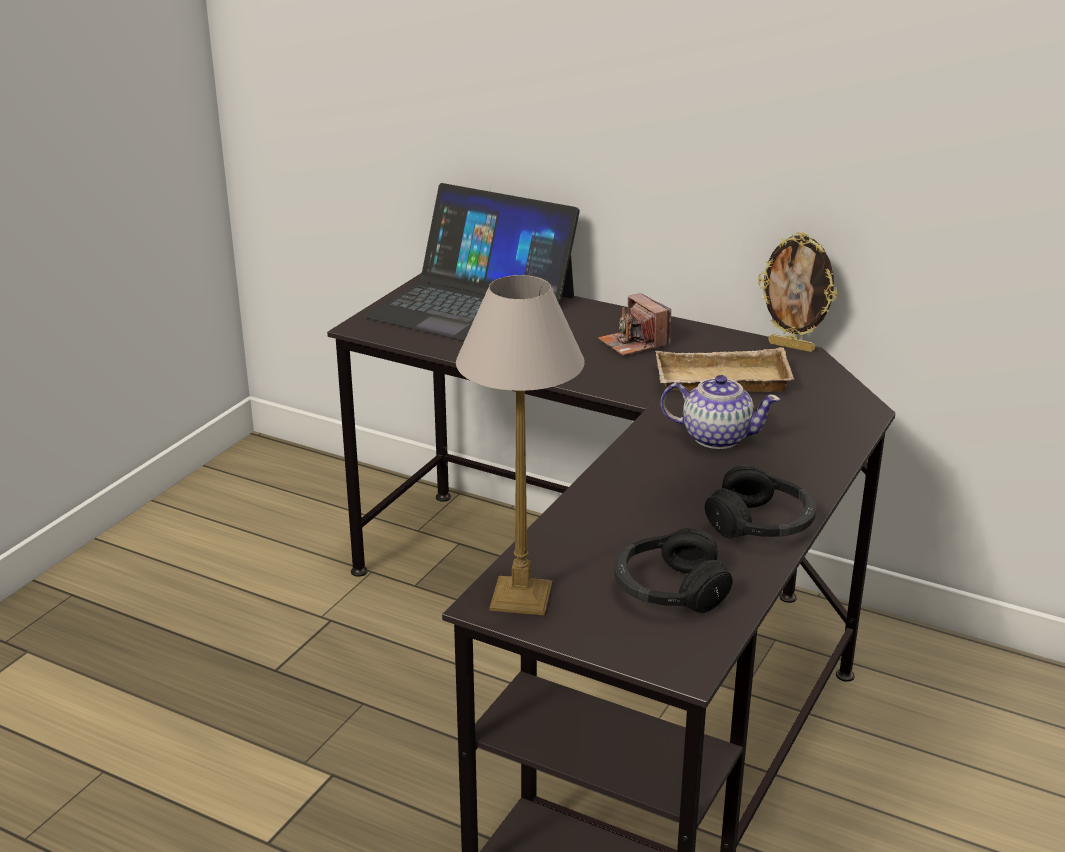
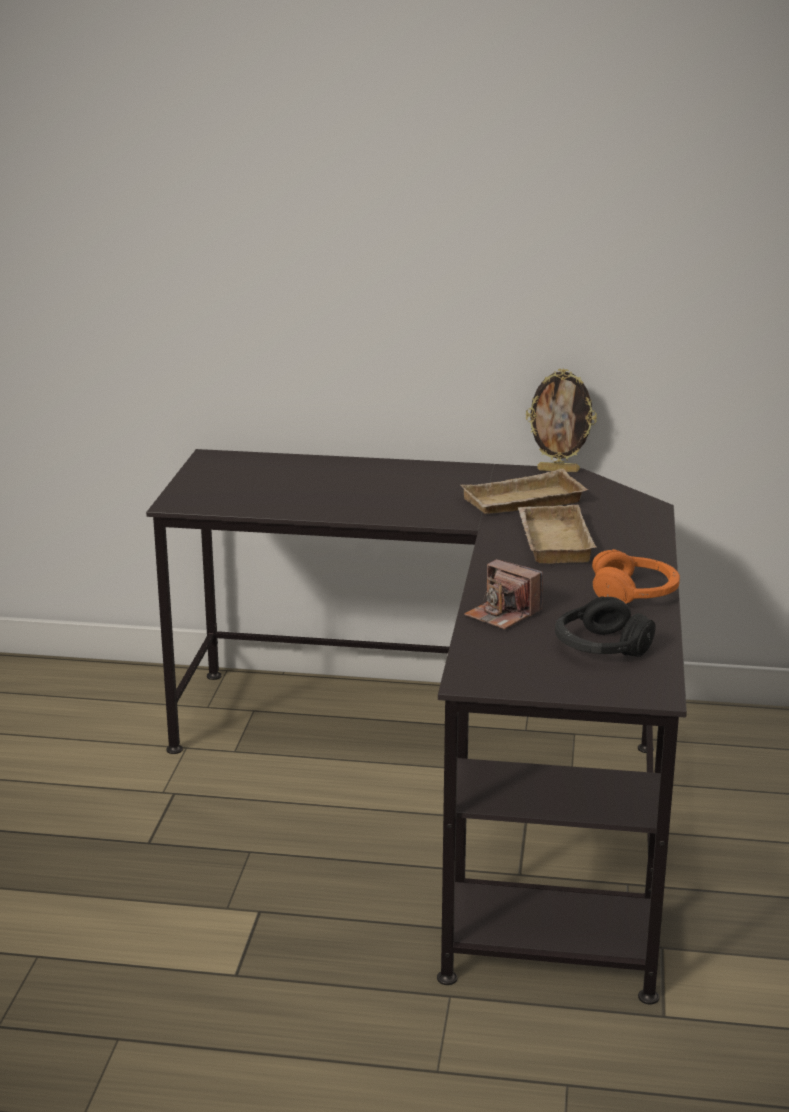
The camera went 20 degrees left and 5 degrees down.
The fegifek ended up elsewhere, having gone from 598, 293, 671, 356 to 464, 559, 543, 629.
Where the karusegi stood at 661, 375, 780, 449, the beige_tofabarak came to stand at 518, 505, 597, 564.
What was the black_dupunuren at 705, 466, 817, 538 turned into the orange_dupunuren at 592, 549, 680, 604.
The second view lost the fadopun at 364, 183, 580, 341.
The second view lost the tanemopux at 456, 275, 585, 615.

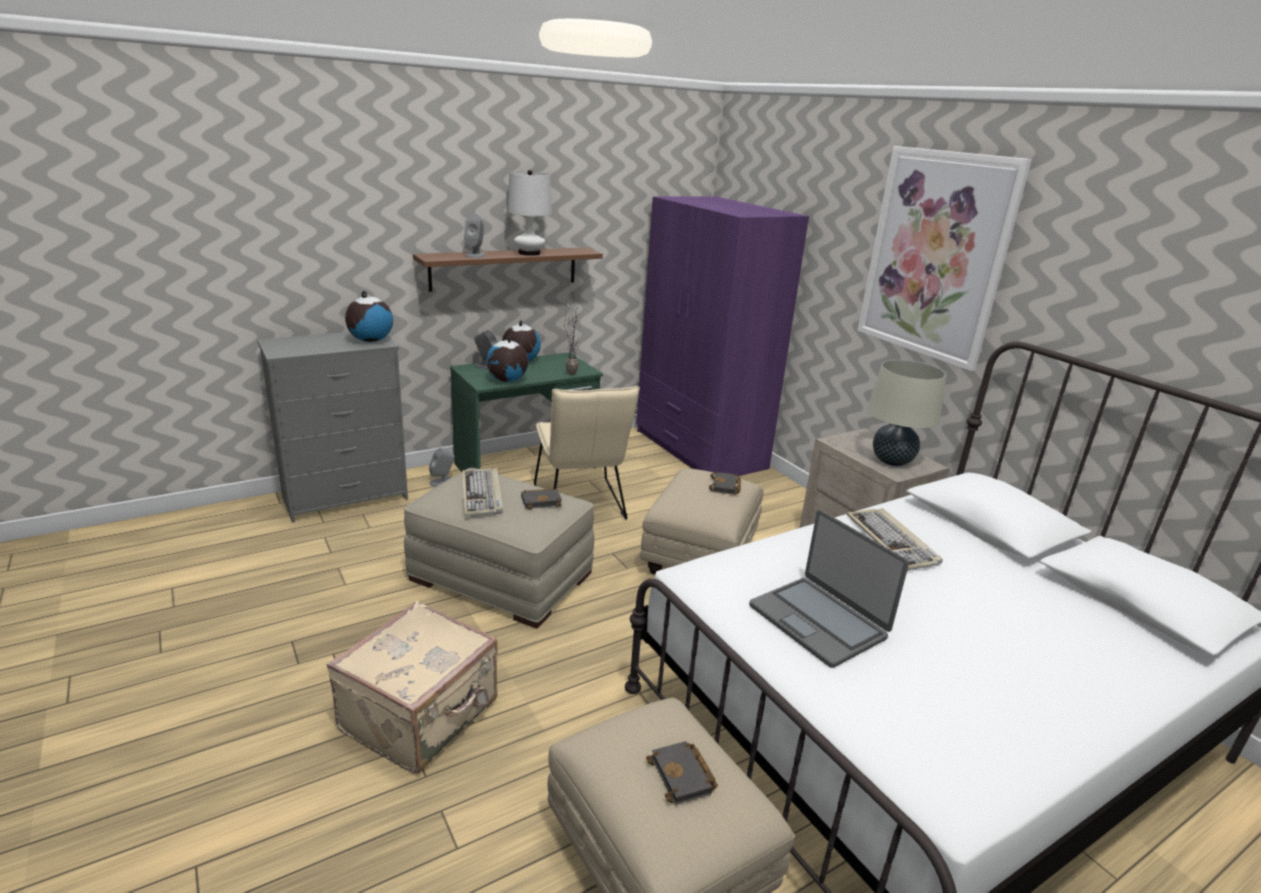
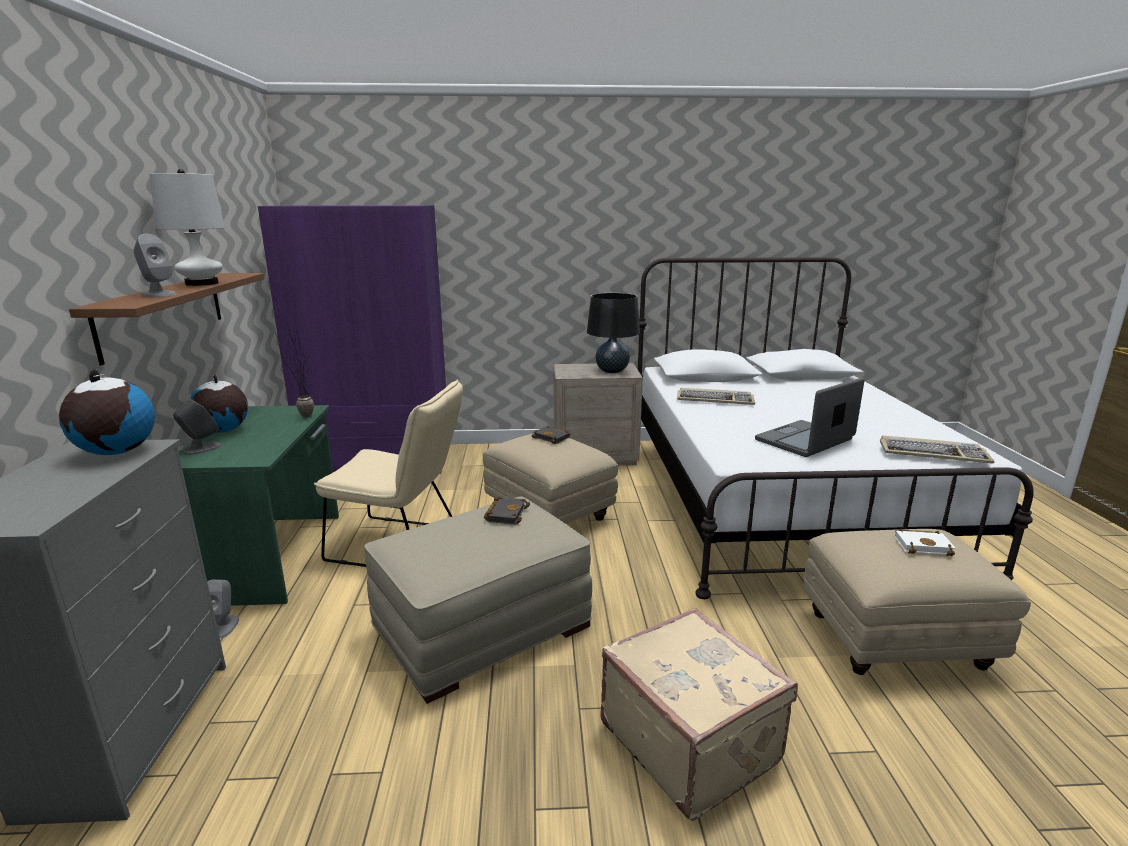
The camera went 60 degrees left and 5 degrees down.
What was the beige_tanemopux at 867, 359, 946, 466 turned into the black_tanemopux at 587, 293, 640, 373.
The fadopun at 749, 510, 909, 668 ended up facing another way, 150 degrees clockwise from before.
The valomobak ended up elsewhere, having gone from 462, 468, 503, 516 to 880, 435, 994, 464.
What was the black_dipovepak at 646, 741, 718, 805 turned into the white_dipovepak at 895, 529, 956, 556.
The second view lost the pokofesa at 486, 336, 528, 382.
The second view lost the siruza at 857, 146, 1032, 371.

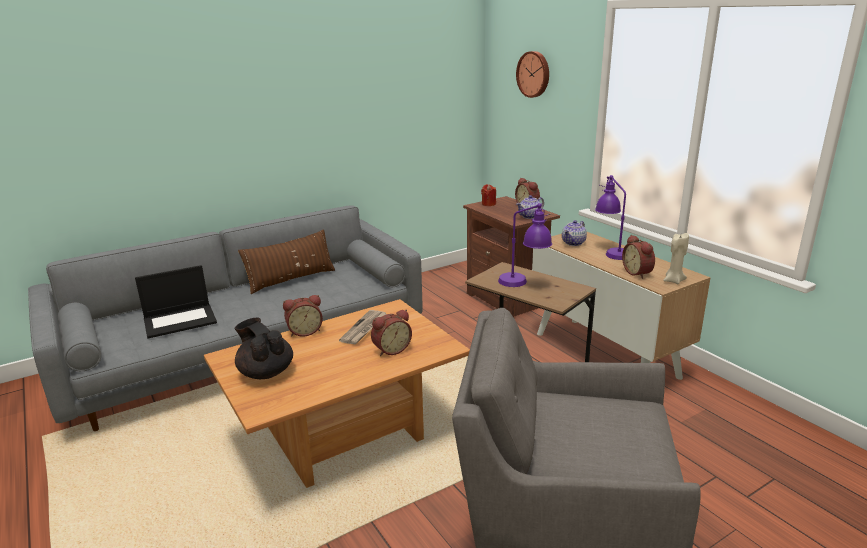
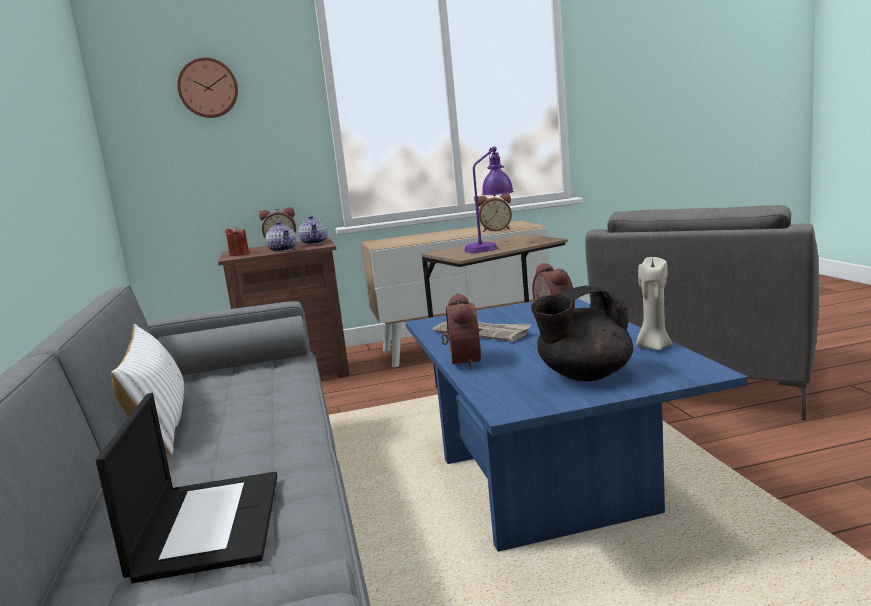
The camera went 70 degrees left and 10 degrees down.
What was the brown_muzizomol at 238, 229, 335, 294 turned into the white_muzizomol at 111, 324, 184, 455.
The karusegi ended up elsewhere, having gone from 562, 220, 587, 246 to 266, 222, 296, 252.
What was the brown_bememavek at 204, 299, 470, 488 turned into the blue_bememavek at 405, 298, 748, 552.
The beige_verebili ended up elsewhere, having gone from 663, 233, 689, 284 to 636, 257, 672, 351.
The second view lost the purple_tanemopux at 595, 175, 626, 260.

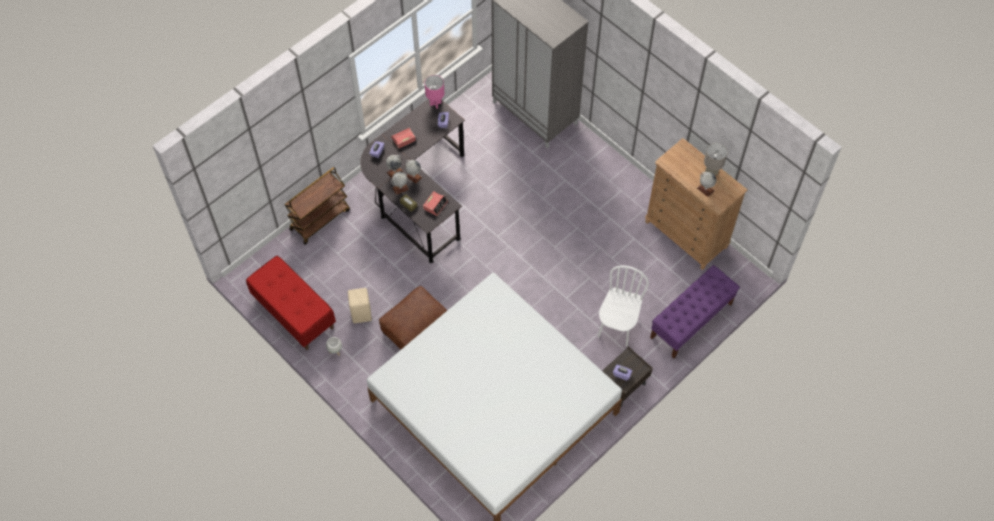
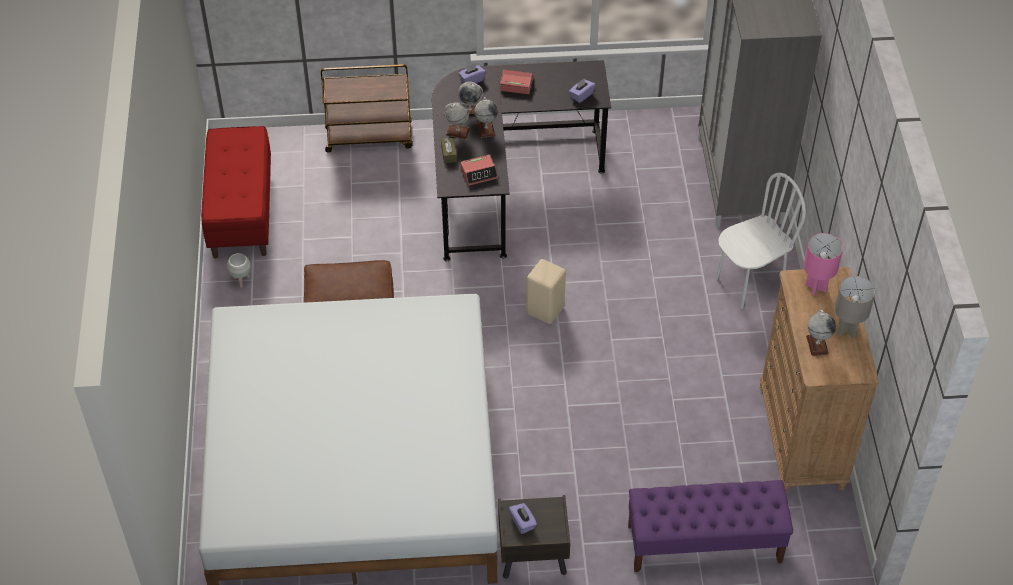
The camera went 40 degrees right and 10 degrees down.
The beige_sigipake ended up elsewhere, having gone from 348, 288, 372, 323 to 526, 259, 566, 324.
The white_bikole ended up elsewhere, having gone from 598, 265, 649, 347 to 716, 173, 806, 309.
The pink_tanemopux ended up elsewhere, having gone from 425, 75, 444, 109 to 803, 233, 843, 296.

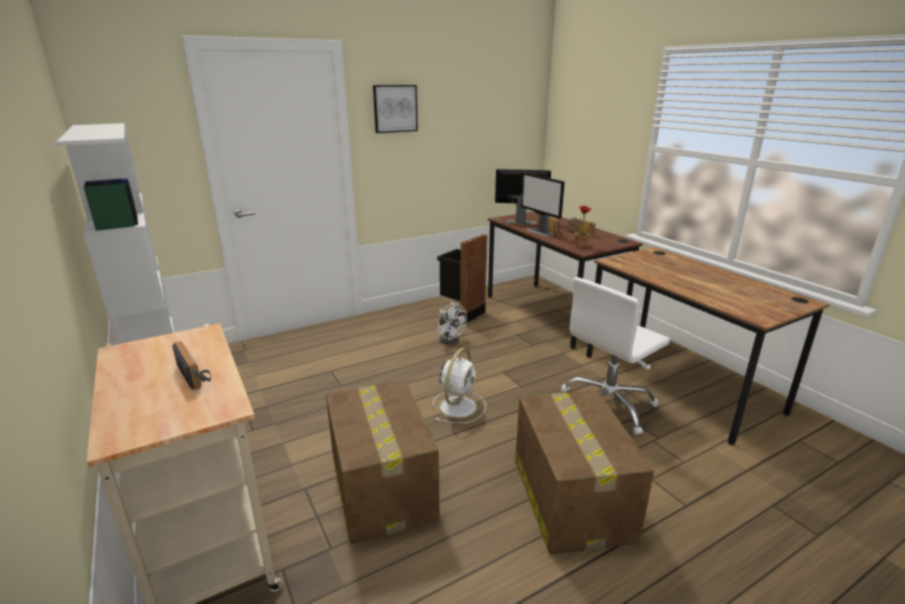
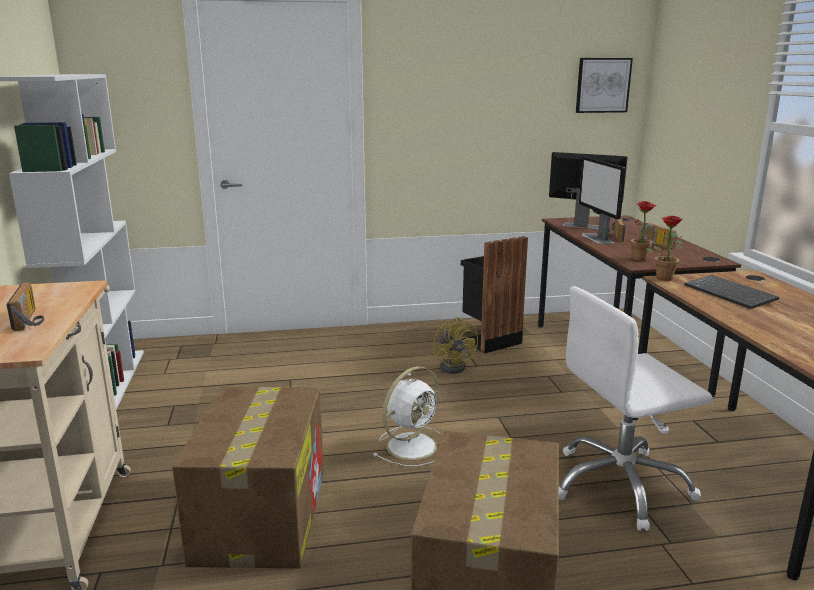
The camera went 20 degrees right and 5 degrees down.
What was the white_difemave at 437, 302, 467, 345 turned into the yellow_difemave at 433, 317, 478, 374.
The siruza ended up elsewhere, having gone from 373, 85, 418, 133 to 576, 58, 633, 113.
The second view gained the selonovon at 646, 216, 683, 281.
The second view gained the valomobak at 685, 275, 779, 309.

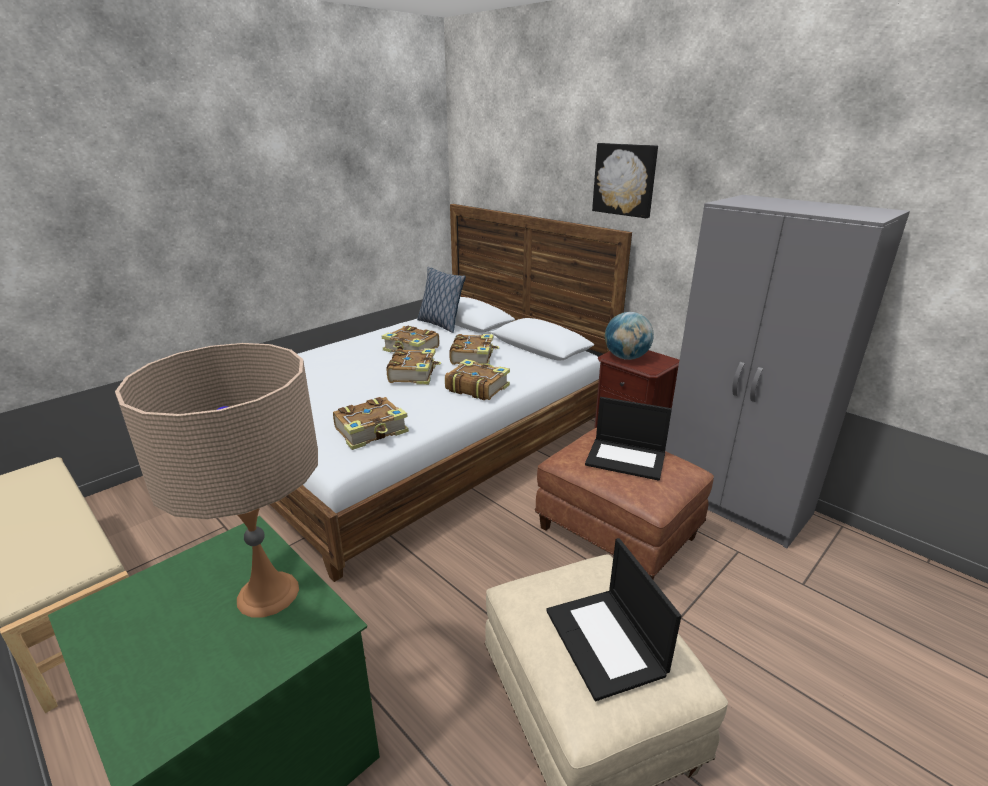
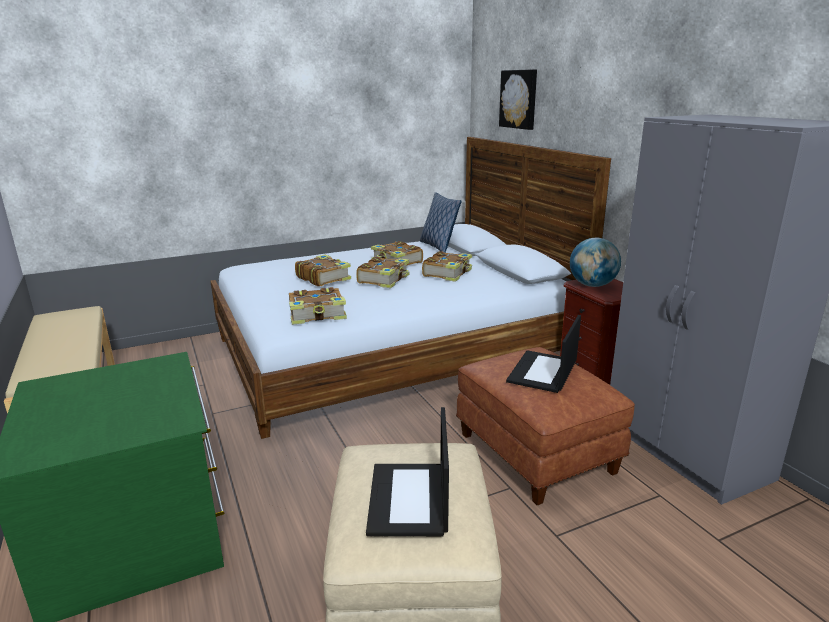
The camera went 20 degrees right and 5 degrees down.
The dipovepak ended up elsewhere, having gone from 445, 359, 510, 400 to 295, 255, 351, 286.
The siruza ended up elsewhere, having gone from 592, 143, 658, 218 to 499, 69, 537, 130.
The fadopun at 585, 397, 672, 481 ended up facing another way, 75 degrees clockwise from before.
The second view lost the beige_tanemopux at 115, 343, 318, 617.

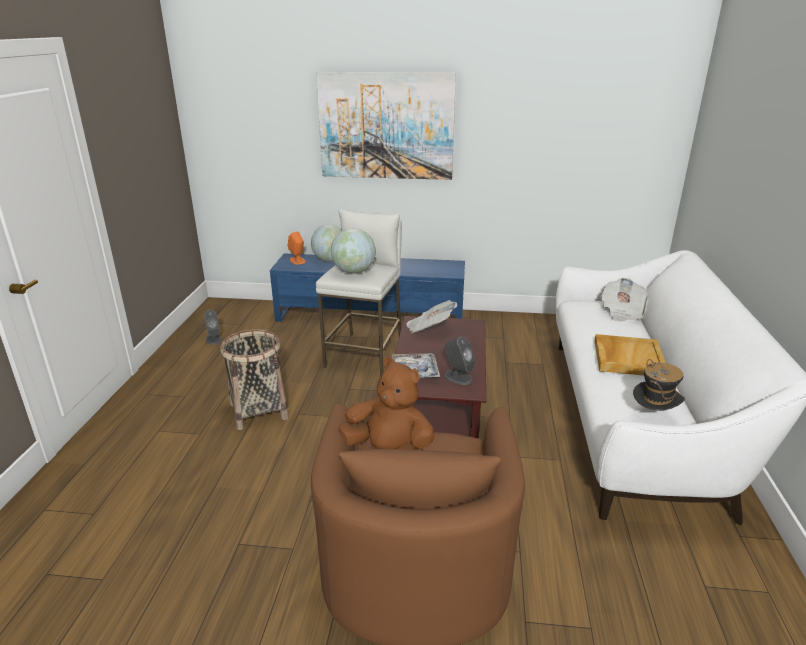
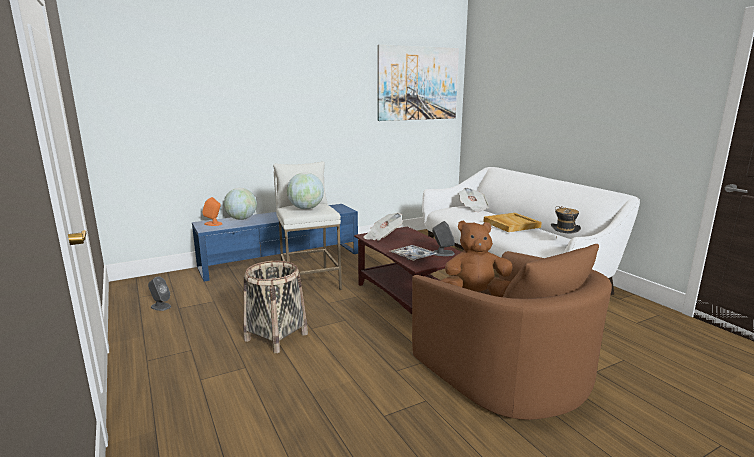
The camera went 35 degrees left and 10 degrees down.
The siruza ended up elsewhere, having gone from 316, 71, 456, 180 to 378, 44, 459, 121.

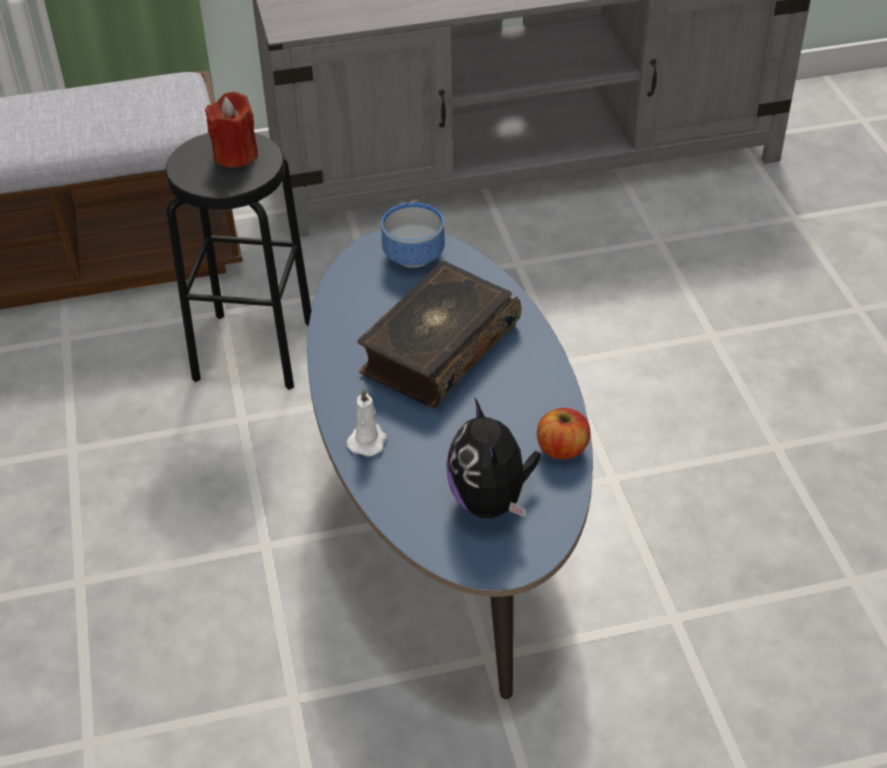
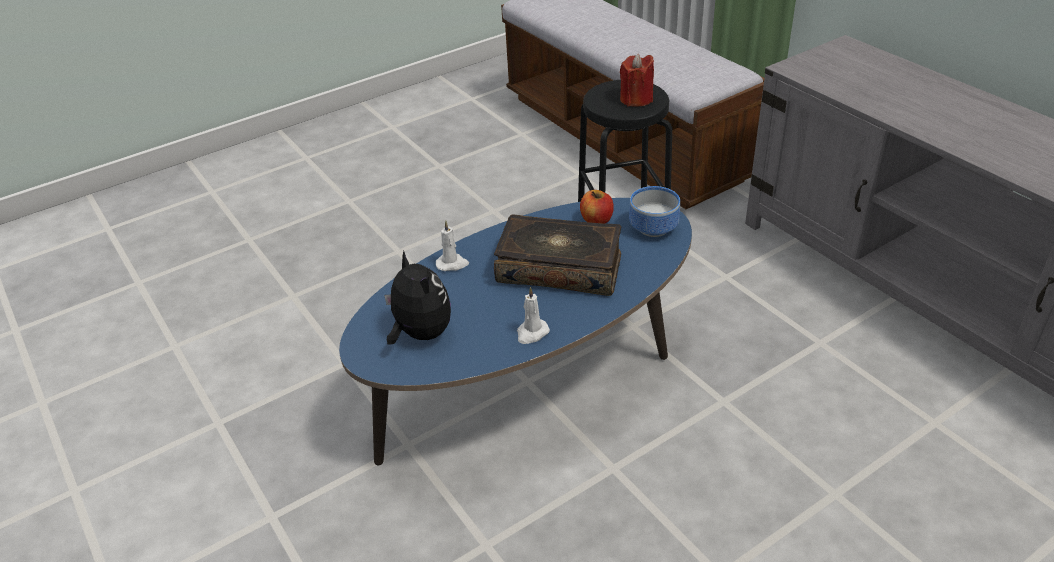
The camera went 70 degrees right and 5 degrees down.
The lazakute at 446, 397, 541, 518 ended up facing another way, 90 degrees clockwise from before.
The second view gained the white_verebili at 517, 287, 550, 344.
The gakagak ended up elsewhere, having gone from 537, 408, 590, 460 to 580, 190, 614, 224.

